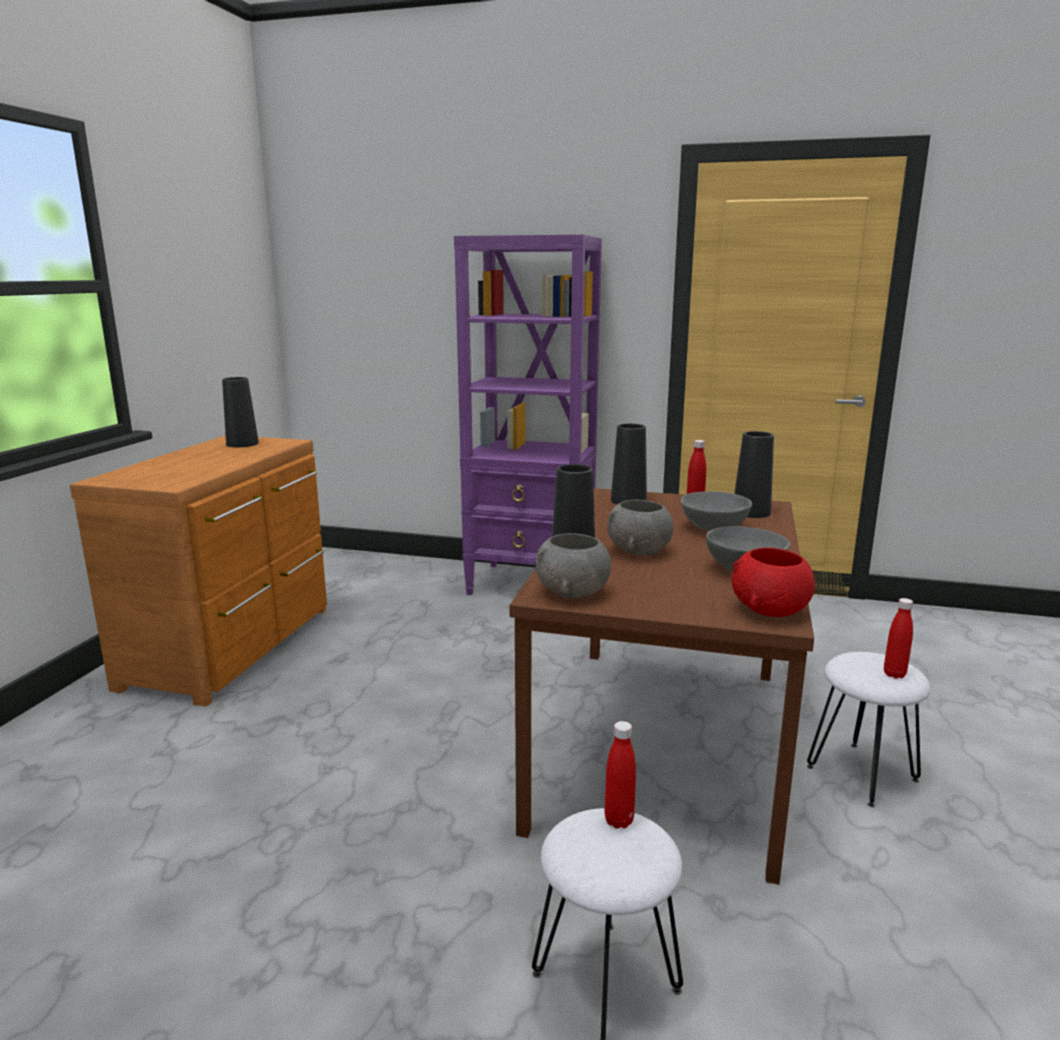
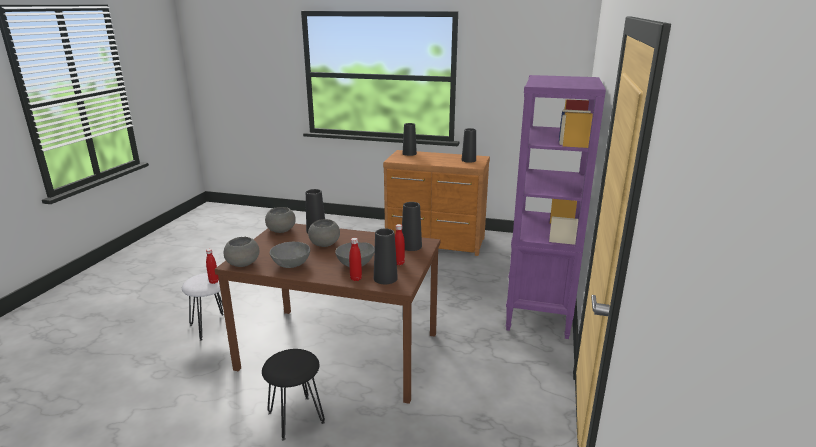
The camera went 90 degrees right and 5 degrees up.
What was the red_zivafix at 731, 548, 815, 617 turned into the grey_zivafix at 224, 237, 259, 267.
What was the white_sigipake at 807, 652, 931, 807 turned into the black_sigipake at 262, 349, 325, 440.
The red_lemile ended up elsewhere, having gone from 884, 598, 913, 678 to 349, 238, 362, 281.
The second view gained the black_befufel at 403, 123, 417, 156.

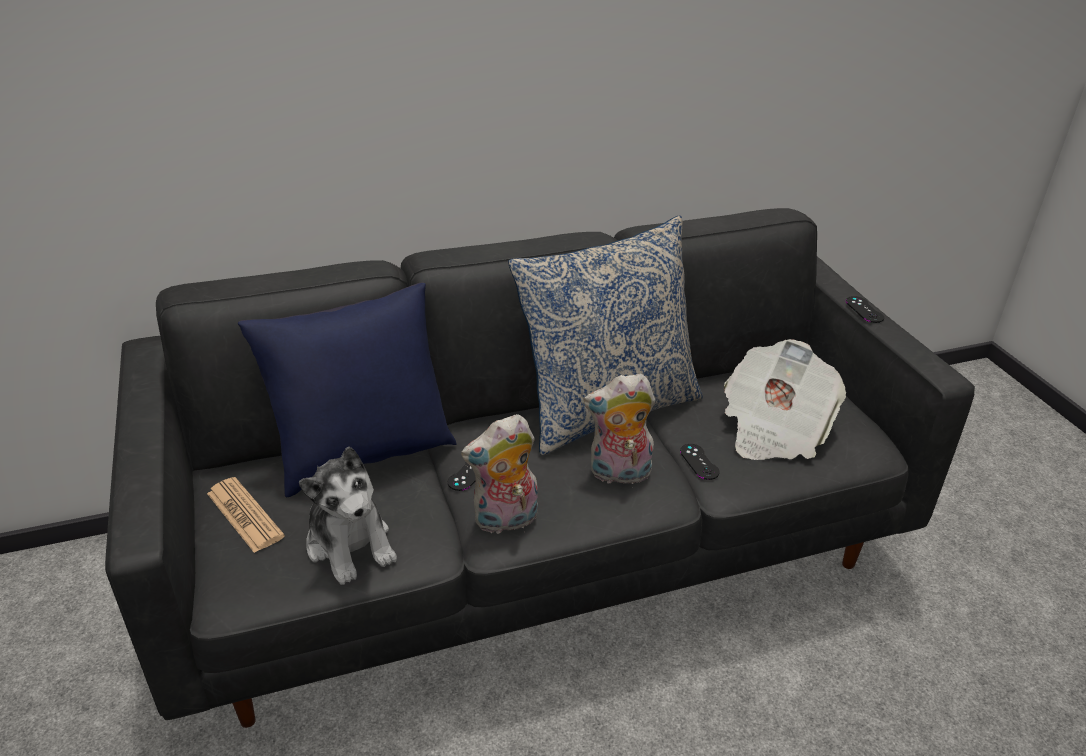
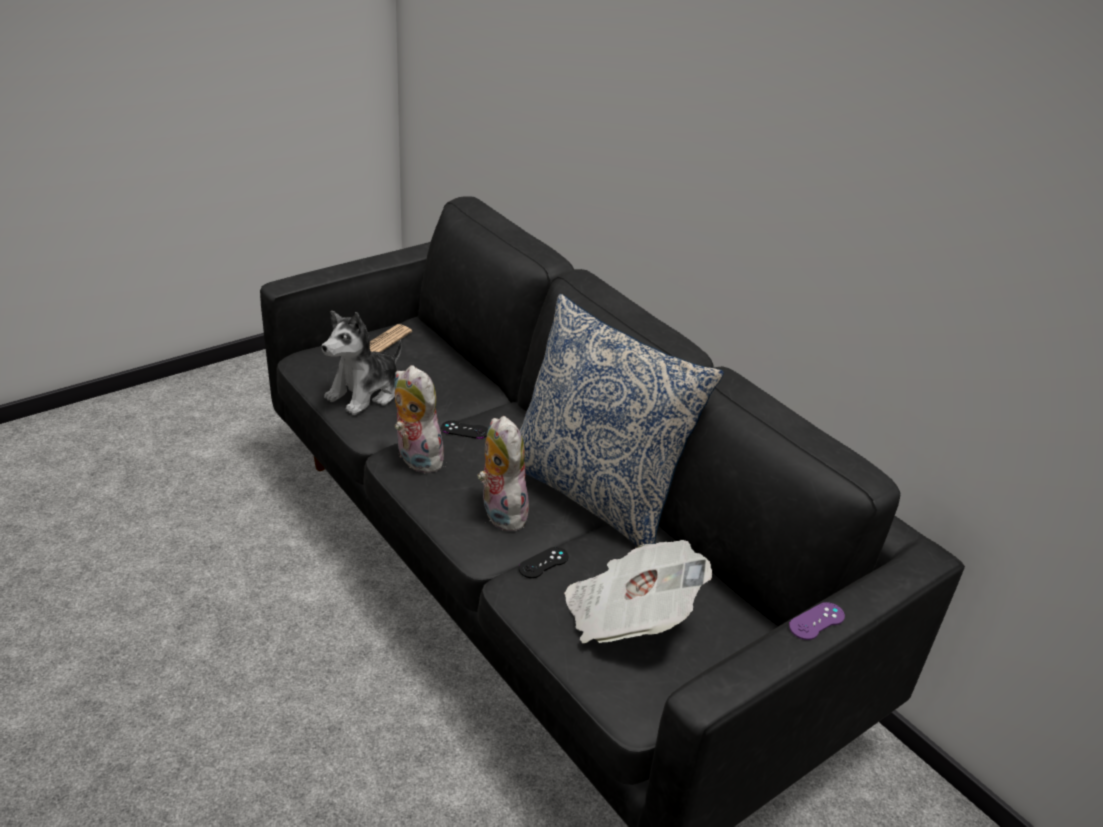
The camera went 70 degrees right and 0 degrees up.
What was the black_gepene at 846, 296, 884, 323 turned into the purple_gepene at 789, 602, 845, 640.
The second view lost the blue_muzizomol at 238, 282, 457, 497.

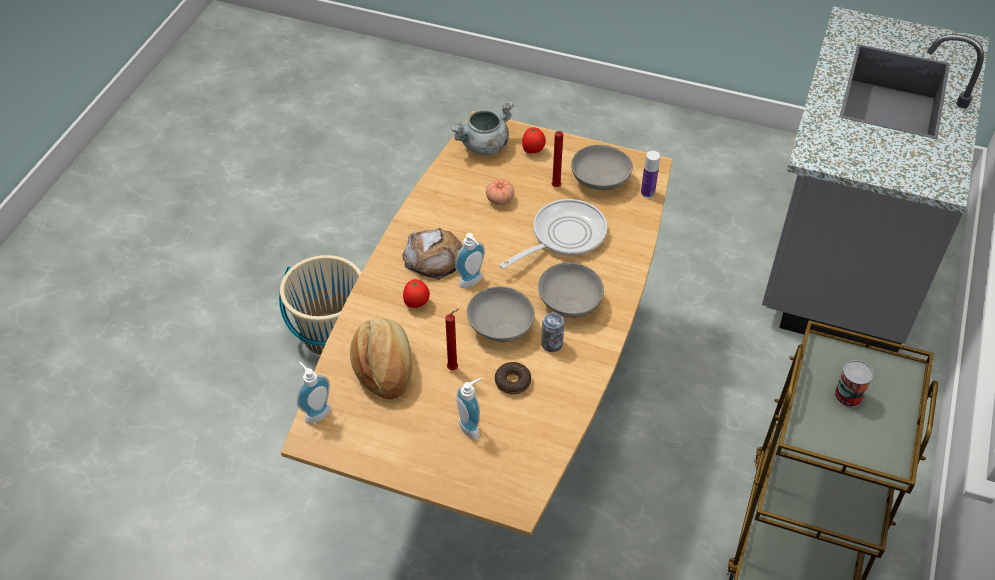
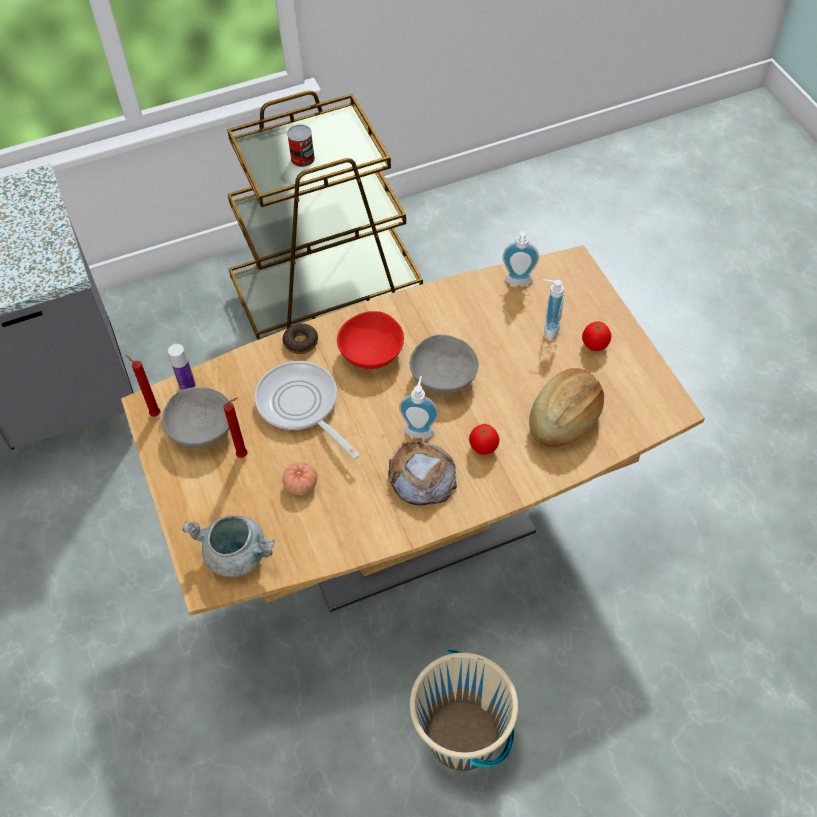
The camera went 130 degrees left and 5 degrees up.
The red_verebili ended up elsewhere, having gone from 445, 309, 459, 370 to 126, 355, 161, 417.
The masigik at 499, 199, 607, 269 ended up facing another way, 45 degrees clockwise from before.
The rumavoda ended up elsewhere, having gone from 495, 362, 531, 395 to 283, 323, 318, 354.
What was the grey_zivafix at 538, 262, 604, 318 turned into the red_zivafix at 337, 311, 404, 369.
The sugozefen ended up elsewhere, having gone from 297, 362, 331, 424 to 503, 231, 539, 286.
The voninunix ended up elsewhere, having gone from 522, 127, 546, 153 to 582, 321, 611, 351.
The second view lost the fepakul at 541, 313, 564, 352.

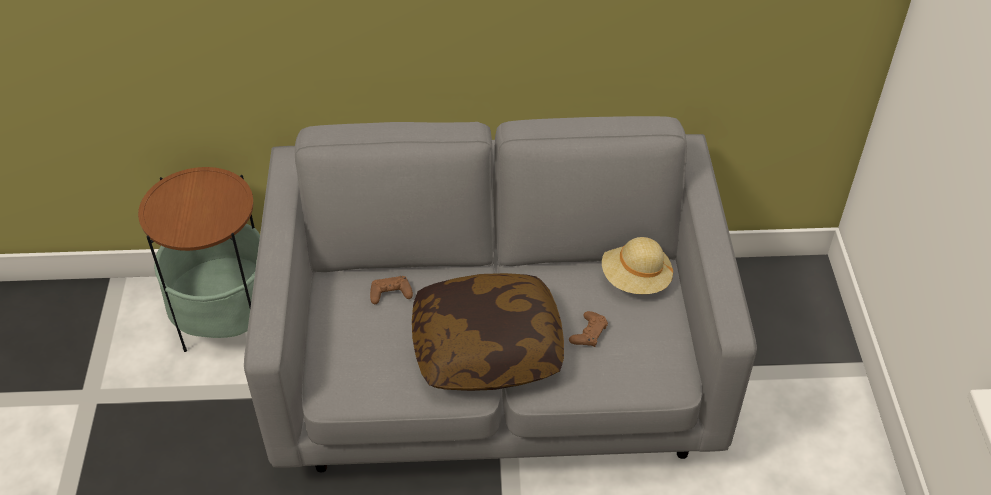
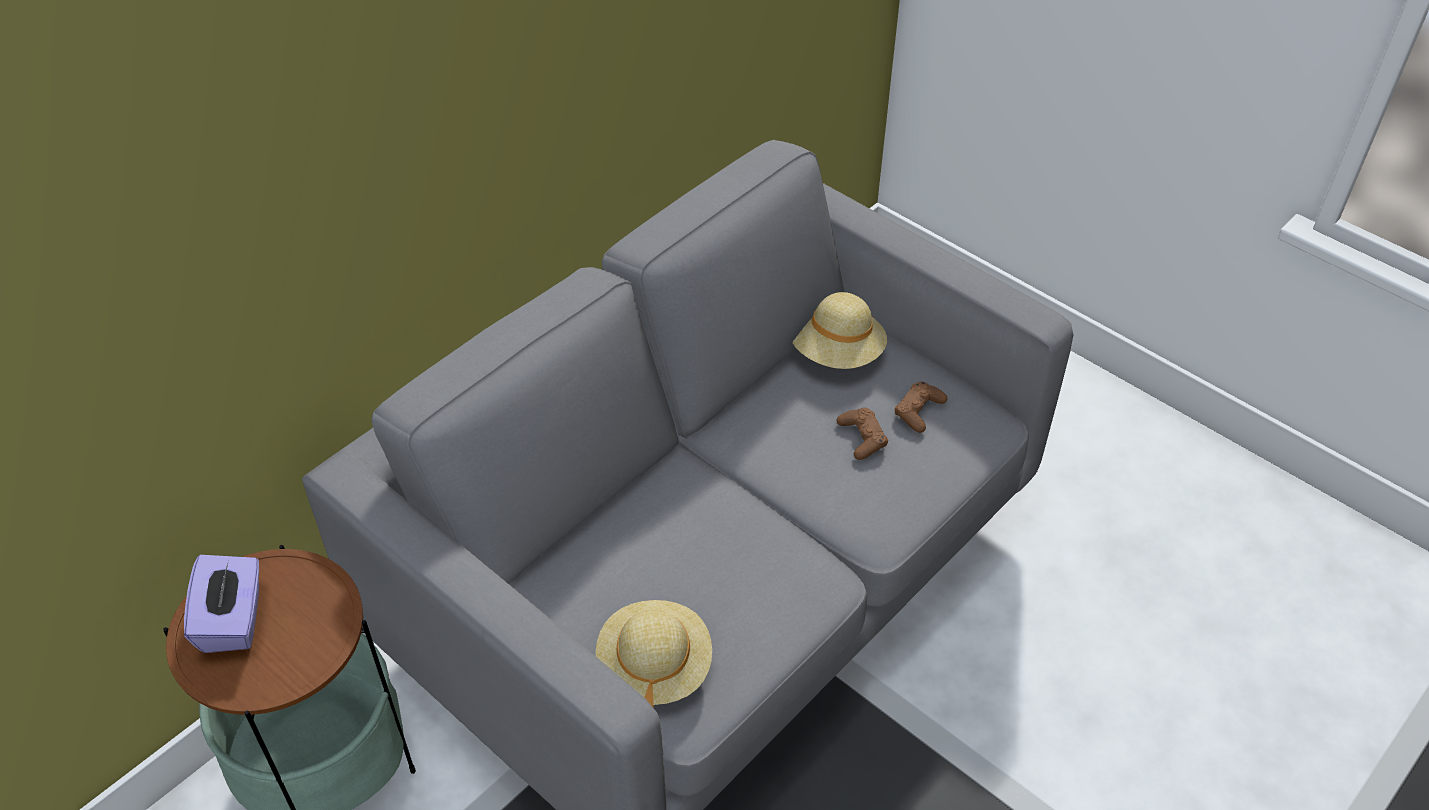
The camera went 45 degrees left and 0 degrees up.
The second view gained the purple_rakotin at 184, 555, 259, 653.
The second view gained the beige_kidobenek at 596, 600, 712, 708.
The brown_gepene ended up elsewhere, having gone from 370, 276, 413, 304 to 895, 382, 947, 433.
The second view lost the muzizomol at 412, 273, 564, 391.

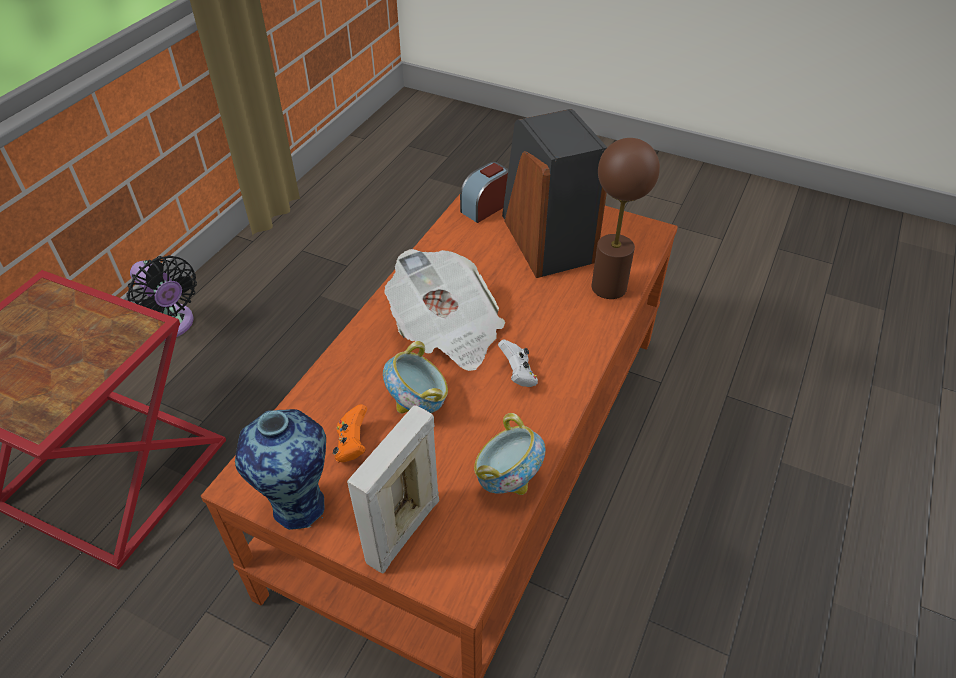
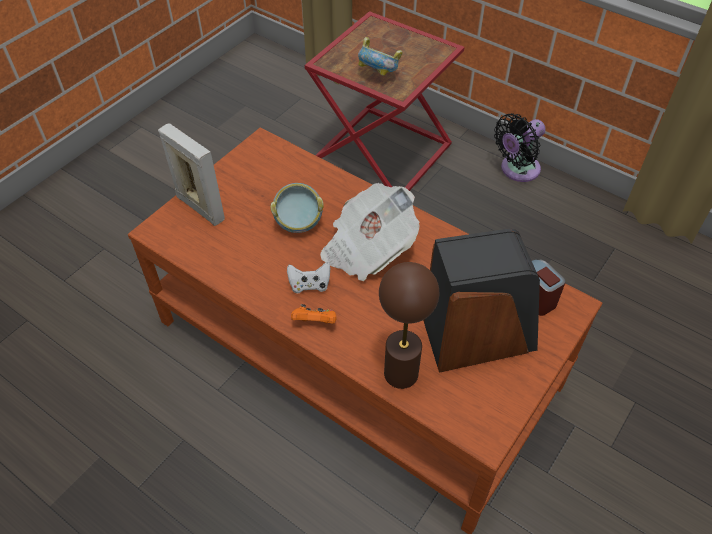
The camera went 100 degrees right and 5 degrees up.
The orange_gepene ended up elsewhere, having gone from 333, 404, 367, 462 to 291, 304, 337, 324.
The zivafix ended up elsewhere, having gone from 474, 413, 545, 495 to 358, 37, 402, 76.
The second view lost the befufel at 235, 409, 326, 530.

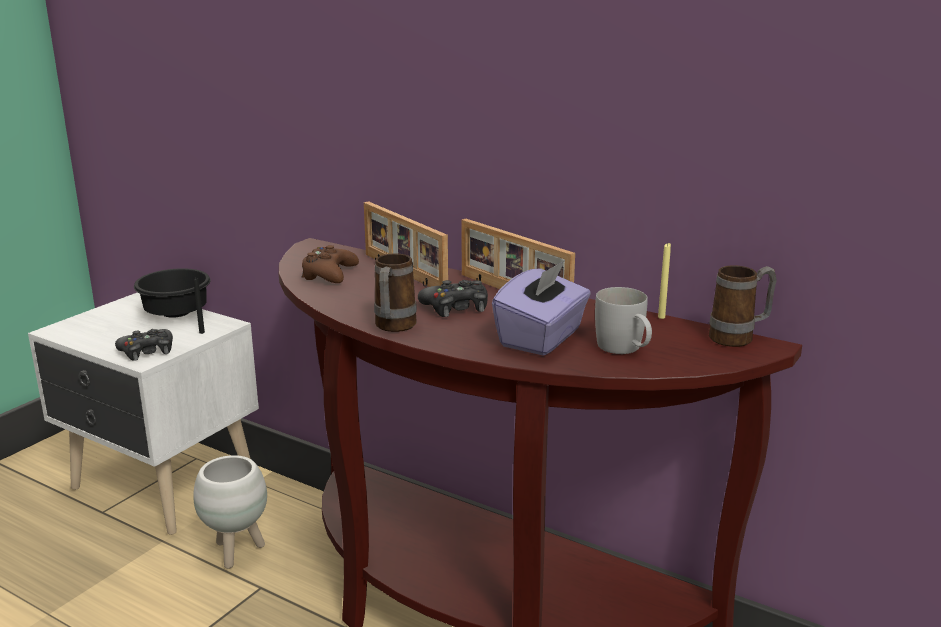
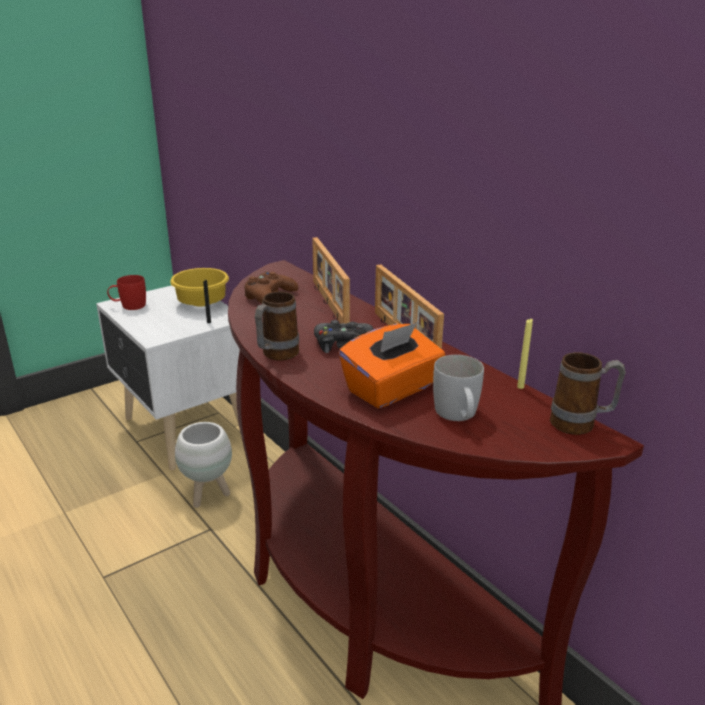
The camera went 20 degrees right and 5 degrees up.
The second view gained the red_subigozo at 107, 275, 146, 310.
What was the black_zivafix at 134, 268, 211, 318 turned into the yellow_zivafix at 170, 268, 229, 307.
What was the purple_rakotin at 492, 260, 591, 356 turned into the orange_rakotin at 339, 322, 445, 408.
The second view lost the black_gepene at 115, 329, 173, 361.

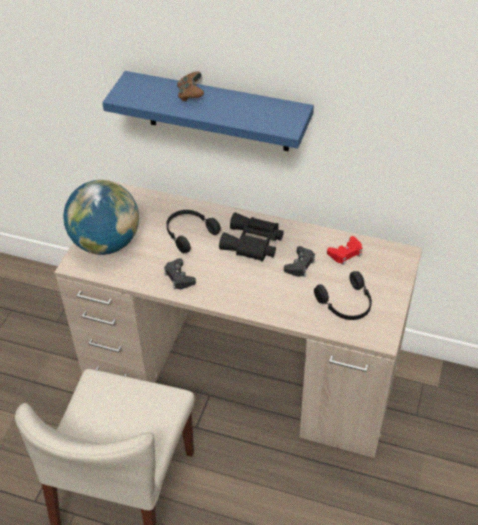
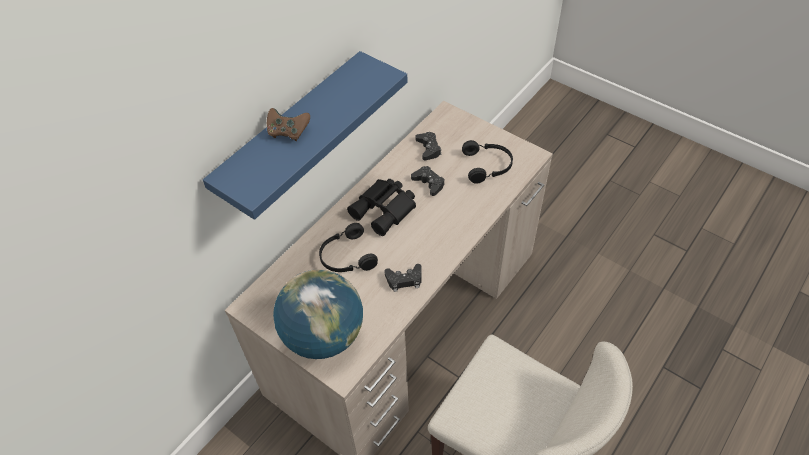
The camera went 70 degrees left and 5 degrees up.
What was the red_gepene at 327, 236, 362, 265 turned into the black_gepene at 415, 132, 442, 160.

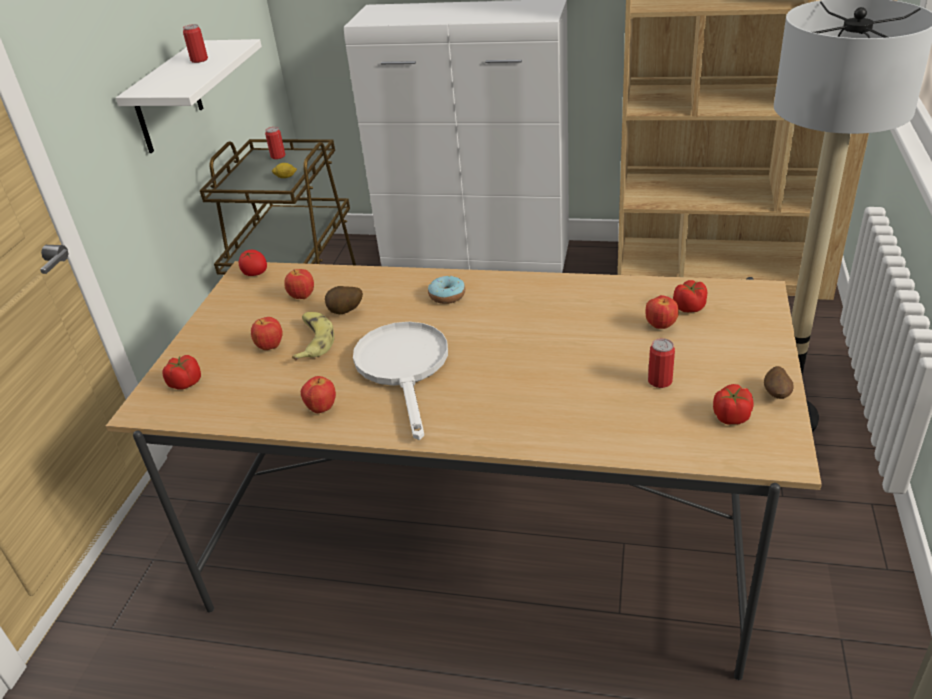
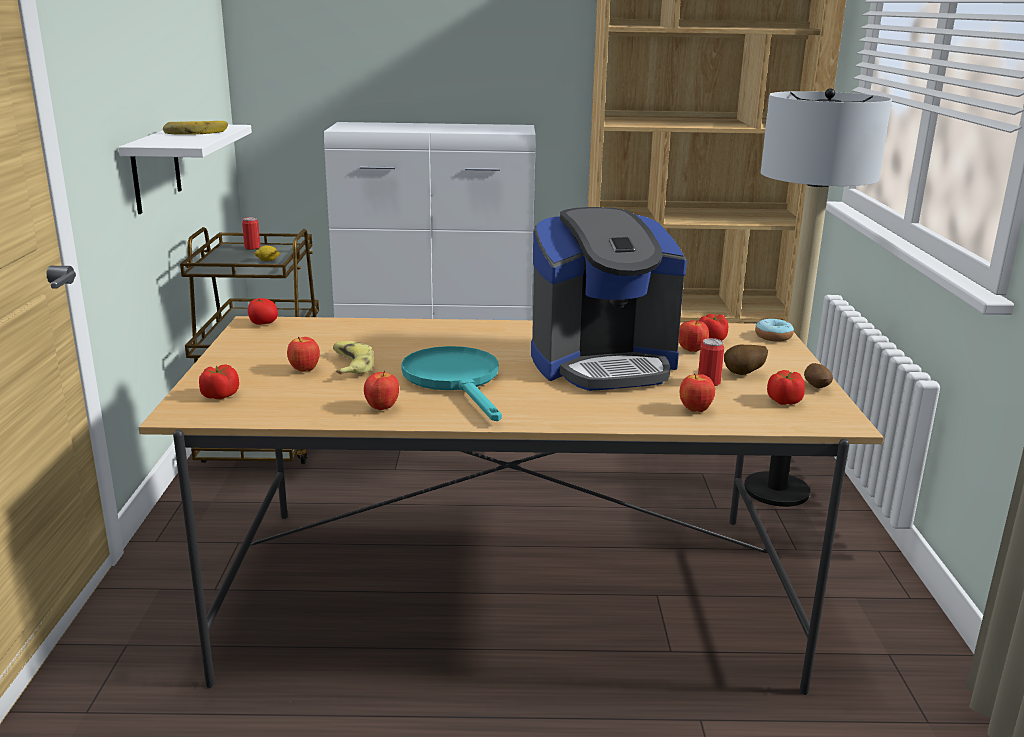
The camera went 15 degrees left and 15 degrees down.
Where the fepakul stood at 183, 24, 208, 63, the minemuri came to stand at 163, 121, 228, 135.
What was the white_masigik at 353, 322, 448, 440 turned into the turquoise_masigik at 401, 346, 502, 421.
The second view gained the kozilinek at 531, 207, 687, 391.
The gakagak ended up elsewhere, having gone from 285, 269, 314, 299 to 679, 374, 715, 412.
The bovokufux ended up elsewhere, having gone from 325, 286, 363, 314 to 724, 345, 768, 375.
The rumavoda ended up elsewhere, having gone from 428, 276, 465, 304 to 755, 318, 794, 342.

